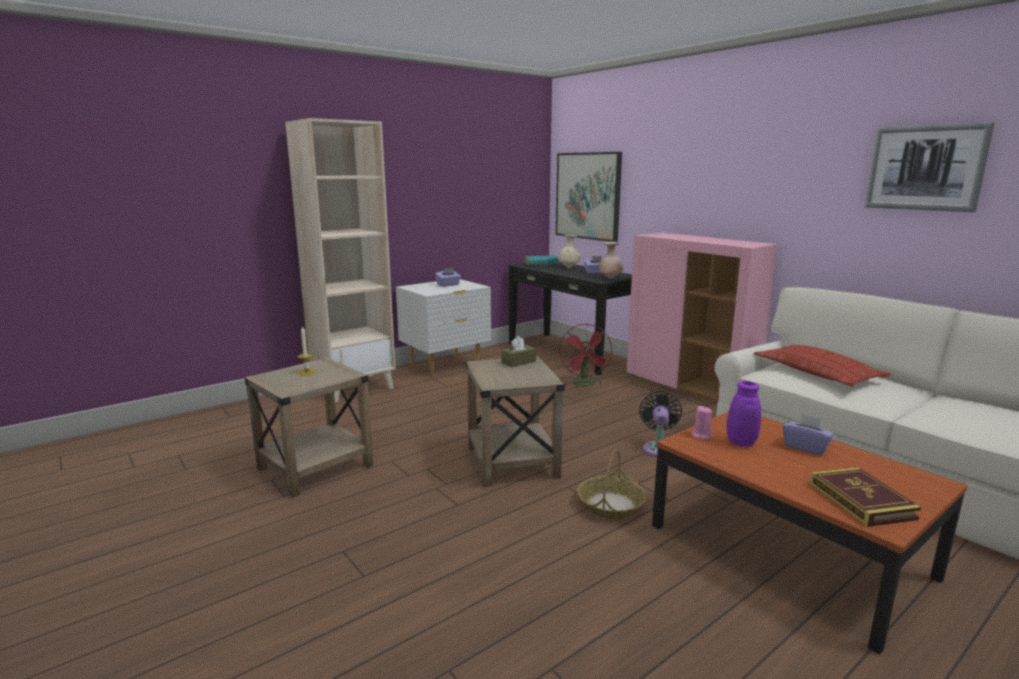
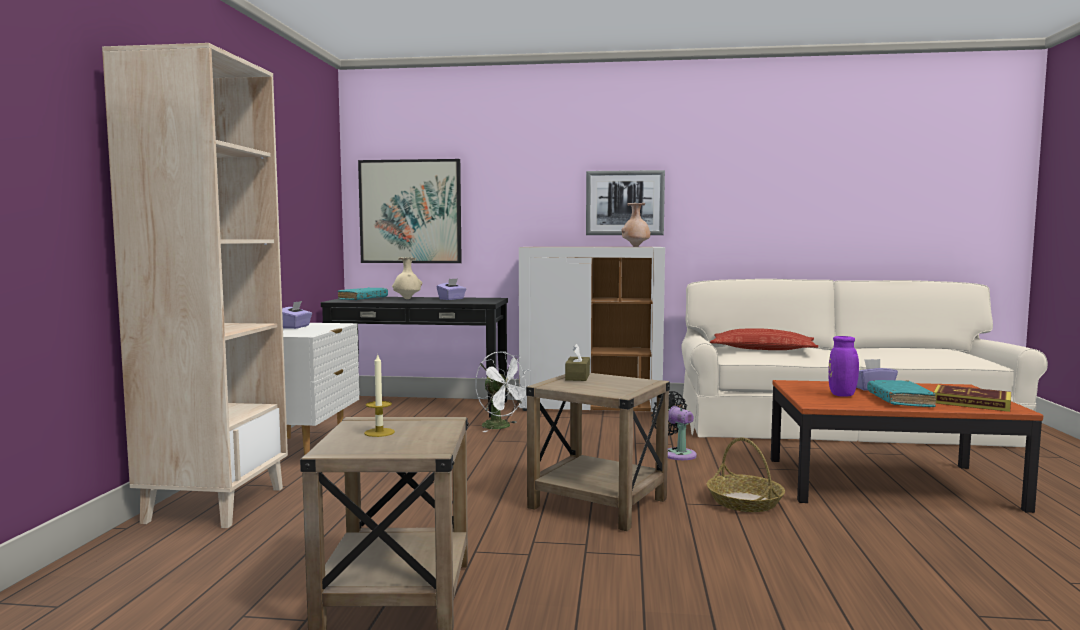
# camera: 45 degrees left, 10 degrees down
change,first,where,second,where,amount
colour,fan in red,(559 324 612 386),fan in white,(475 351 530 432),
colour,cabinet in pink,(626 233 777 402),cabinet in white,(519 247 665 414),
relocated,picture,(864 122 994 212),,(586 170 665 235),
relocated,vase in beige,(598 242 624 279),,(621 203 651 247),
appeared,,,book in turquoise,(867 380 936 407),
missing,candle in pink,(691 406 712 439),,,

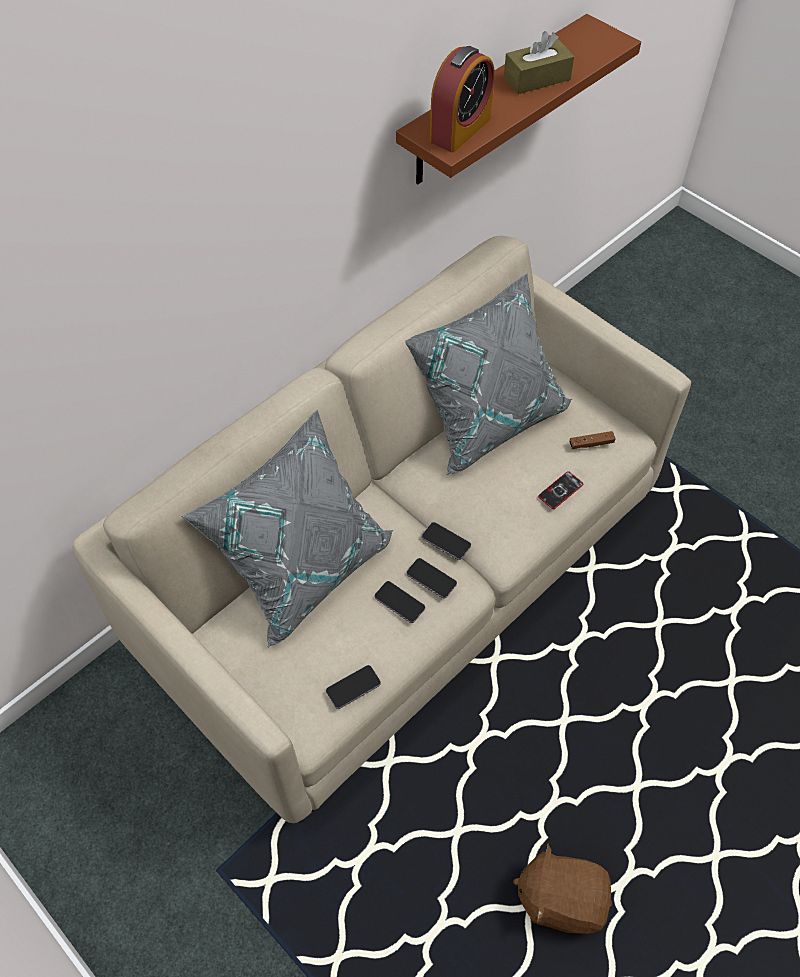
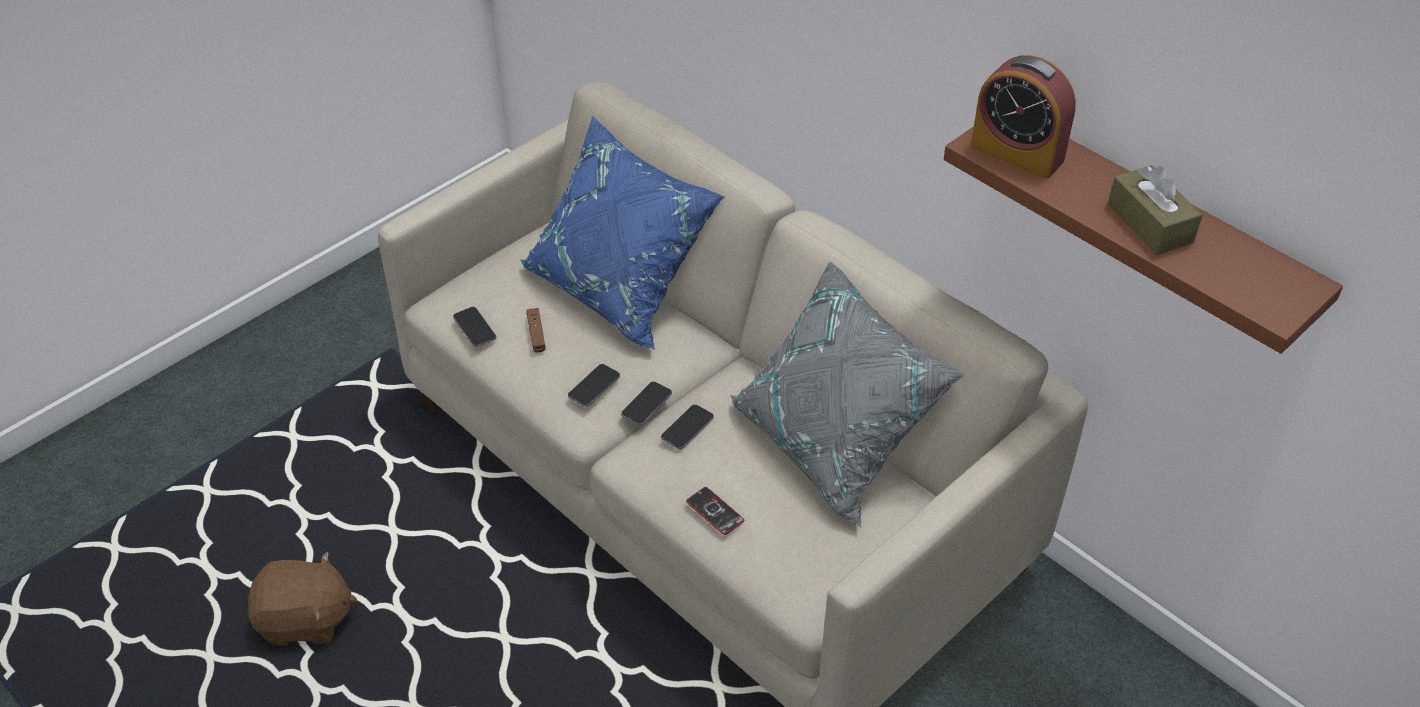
# camera: 90 degrees right, 10 degrees down
change,first,where,second,where,amount
spun,plush toy in brown,(513 844 612 934),,(248 552 357 646),75 degrees clockwise
colour,pillow in grey,(181 409 393 648),pillow in blue,(521 116 724 350),
relocated,game controller in brown,(569 431 615 449),,(527 308 545 353),
relocated,phone,(375 581 425 623),,(661 404 714 449),

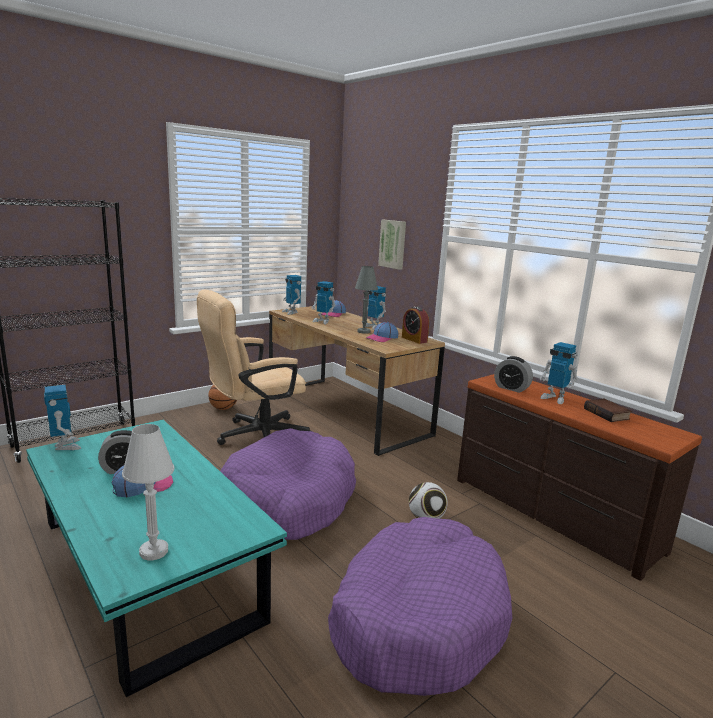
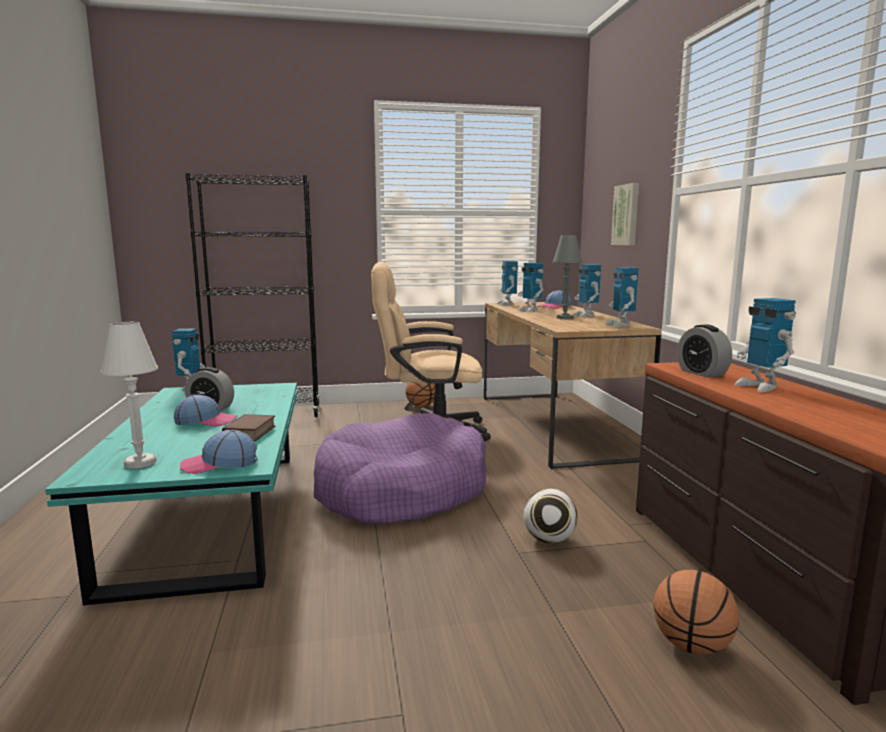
# camera: 30 degrees right, 5 degrees down
change,first,where,second,where,amount
relocated,cap,(366 322 398 342),,(180 430 258 474),
relocated,book,(584 398 632 422),,(222 414 276 441),
exchanged,alarm clock,(402 307 429 344),toy robot,(606 267 639 327),
appeared,,,basketball,(653 570 739 655),
missing,dog bed in purple,(328 517 512 696),,,

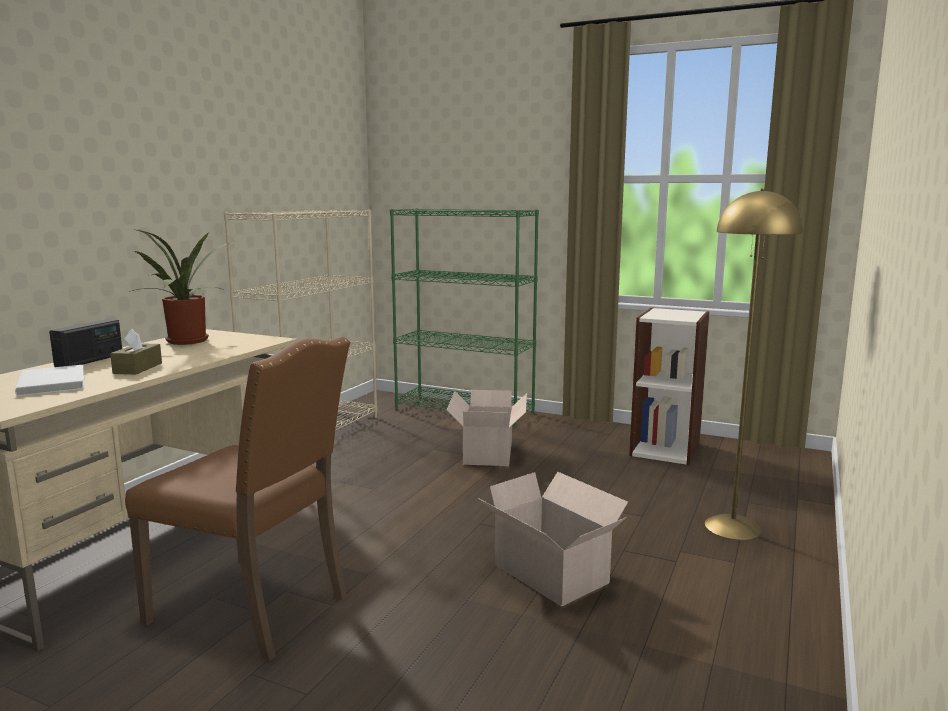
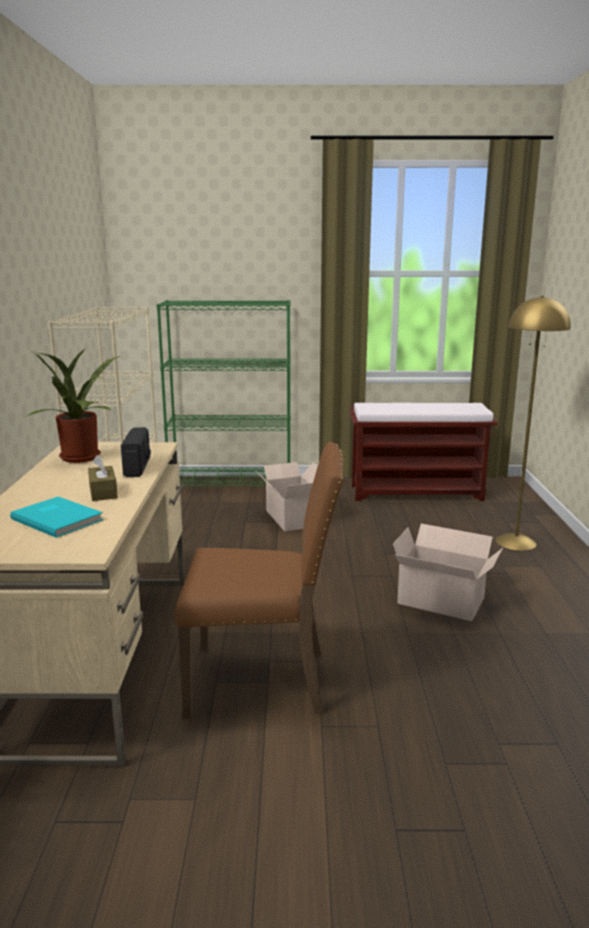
# camera: 25 degrees left, 5 degrees up
change,first,where,second,where,amount
colour,book in white,(15 365 84 396),book in turquoise,(10 497 103 538),
relocated,radio,(49 319 122 367),,(121 427 151 477),
exchanged,bookcase,(629 308 709 465),bench in brown,(350 403 498 501),

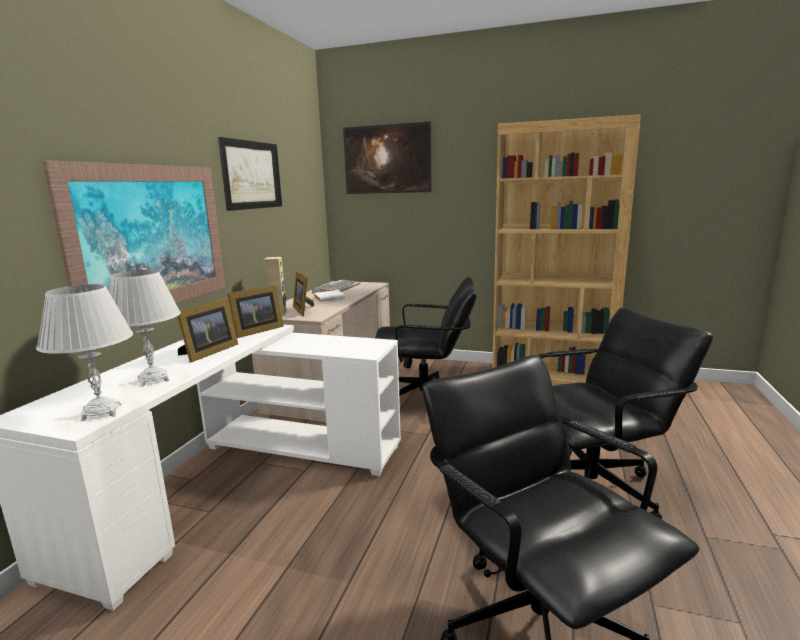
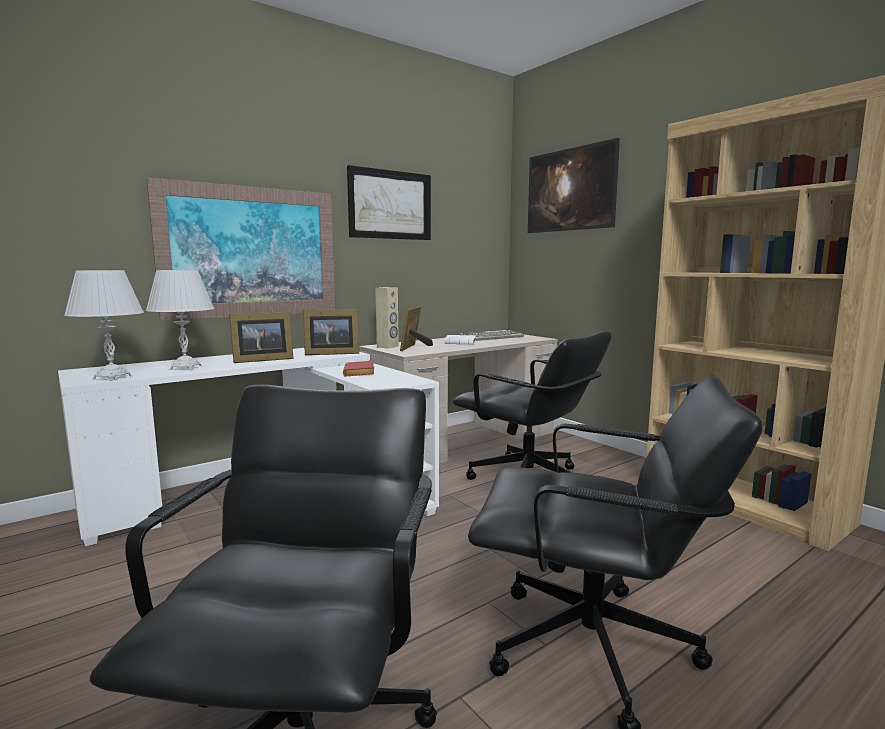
# camera: 35 degrees right, 5 degrees down
change,first,where,second,where,amount
appeared,,,book in red,(343 361 374 376),

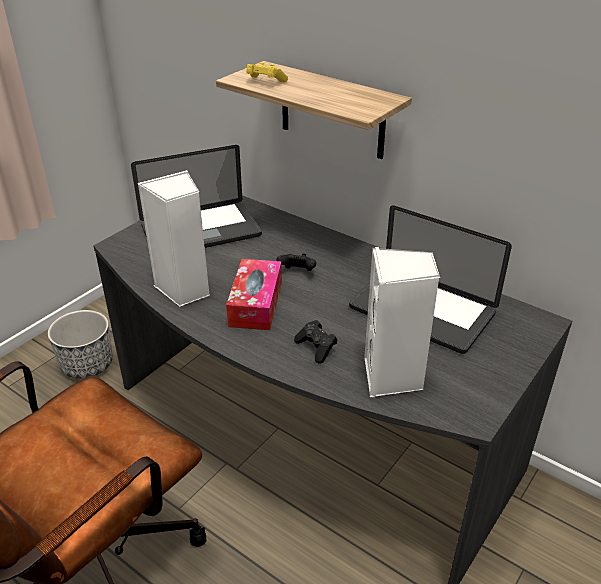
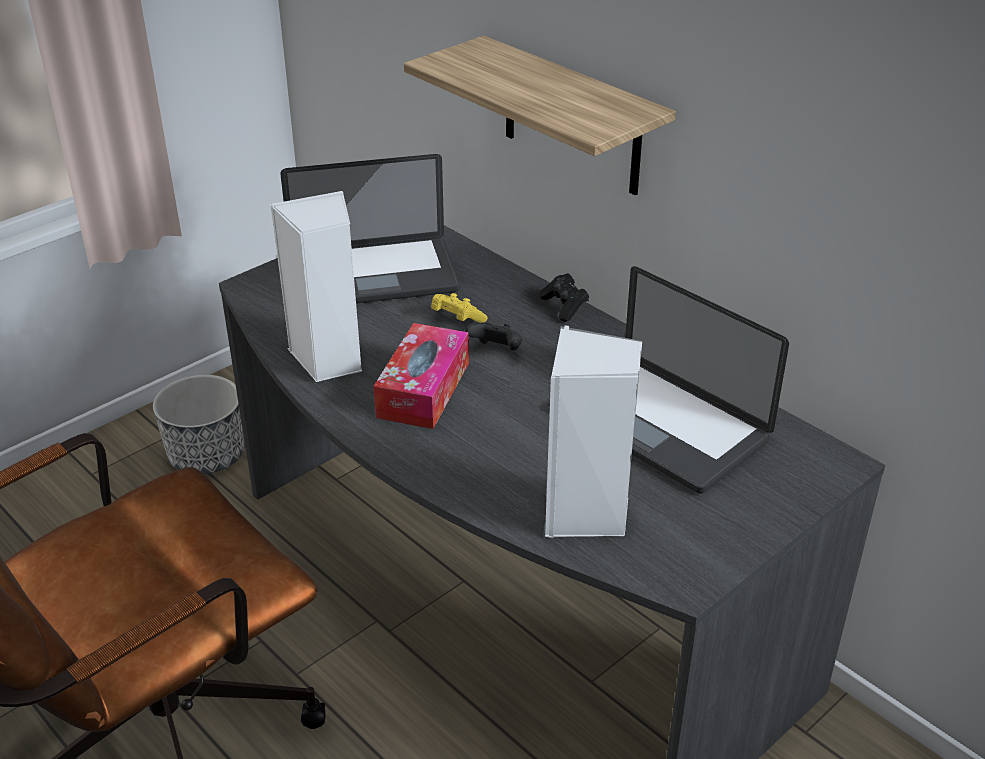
# camera: 10 degrees right, 0 degrees up
change,first,where,second,where,amount
relocated,game controller in yellow,(246 62 288 83),,(431 293 488 323),
relocated,game controller in black,(294 320 337 363),,(539 273 589 322),

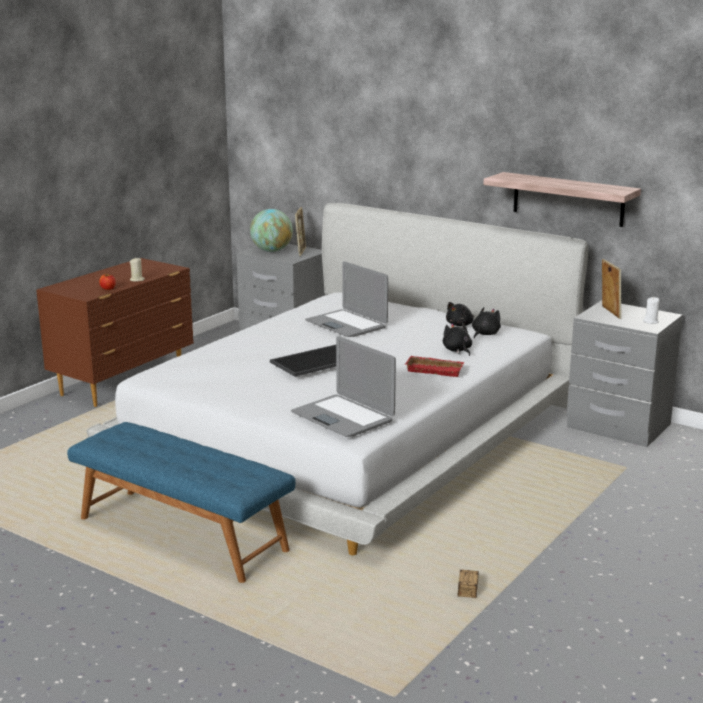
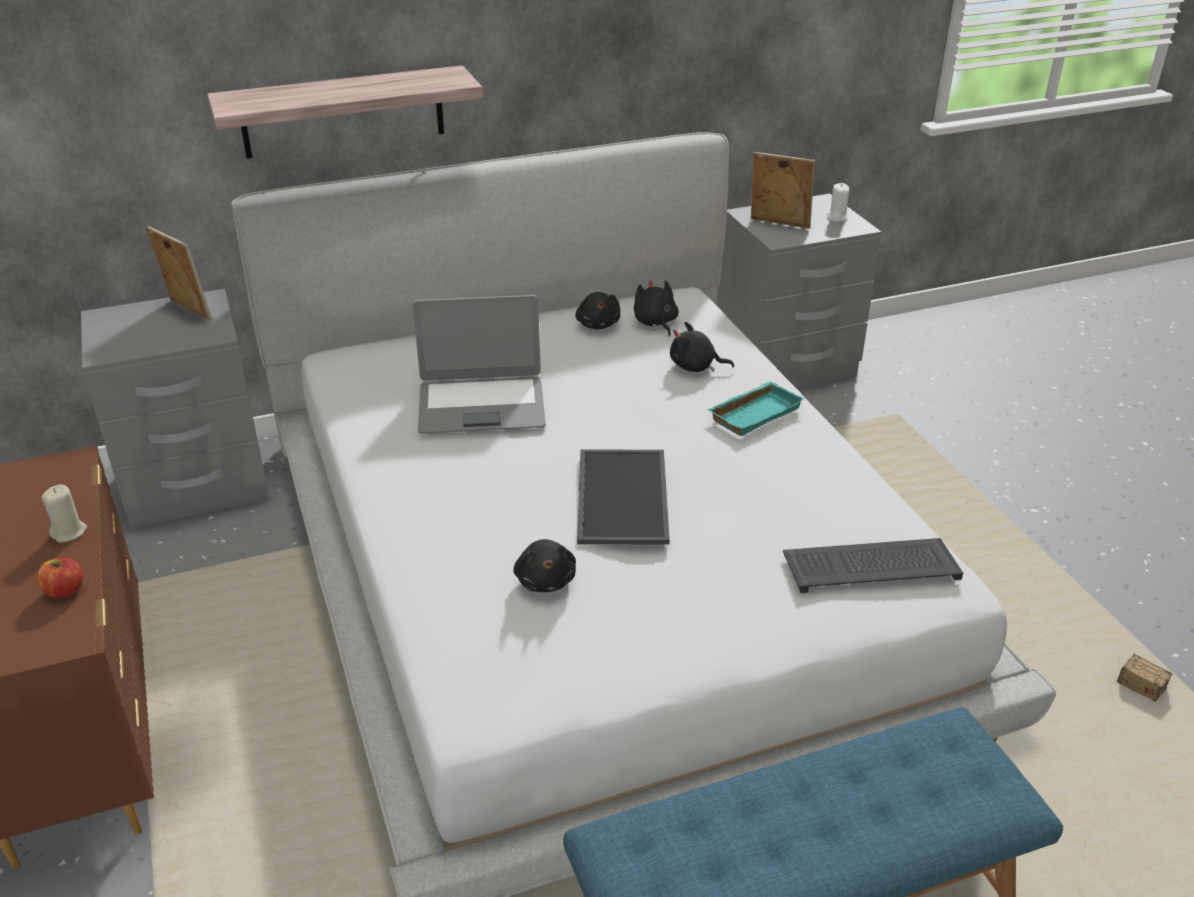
# camera: 55 degrees left, 15 degrees up
change,first,where,second,where,amount
relocated,shelf,(483 172 641 227),,(207 65 483 159),
appeared,,,plush toy in black,(513 539 576 592),
colour,tray in red,(405 356 465 377),tray in turquoise,(707 381 804 436),
exchanged,laptop,(291 337 396 437),keyboard,(783 538 963 593),
missing,globe,(250 209 293 252),,,

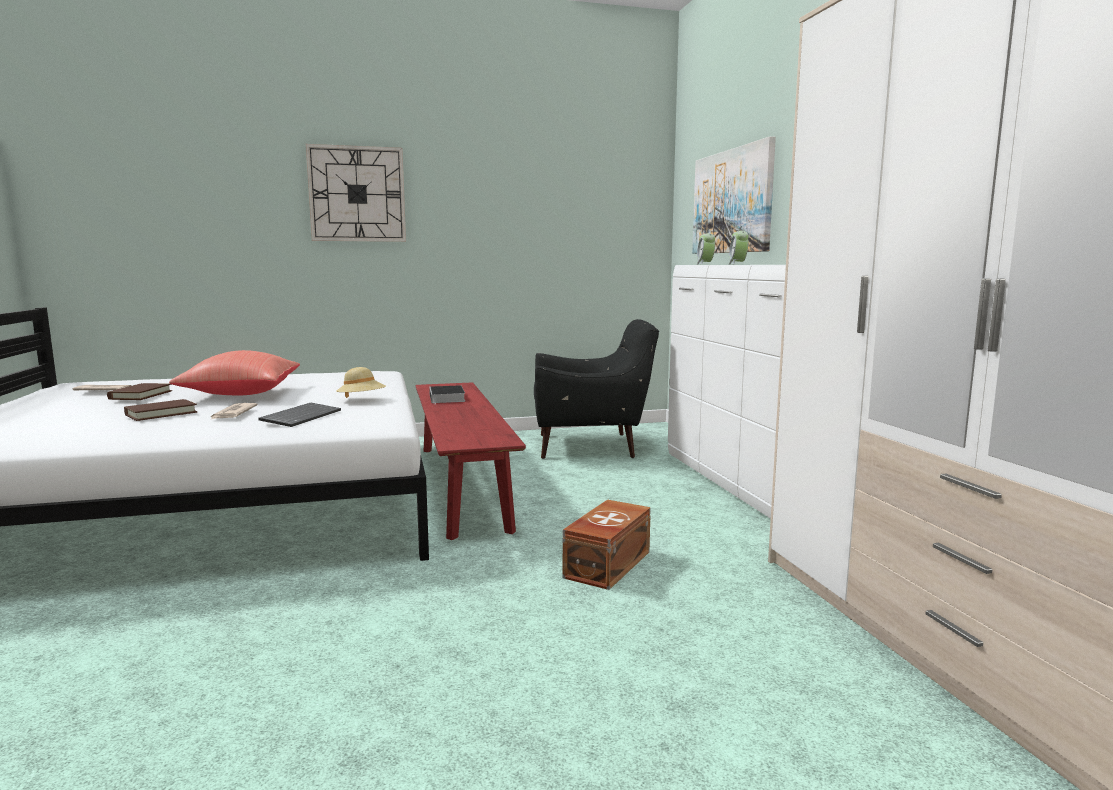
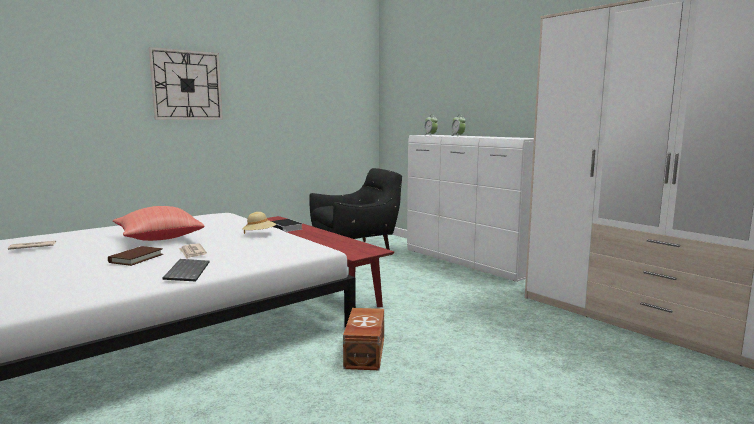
# camera: 25 degrees left, 0 degrees up
change,first,where,second,where,amount
relocated,keyboard,(258 403 341 427),,(163 259 209 282),
relocated,storage box in brown,(563 500 651 590),,(343 308 384 370),
missing,book in brown,(107 383 172 400),,,
missing,picture,(692 136 776 254),,,

